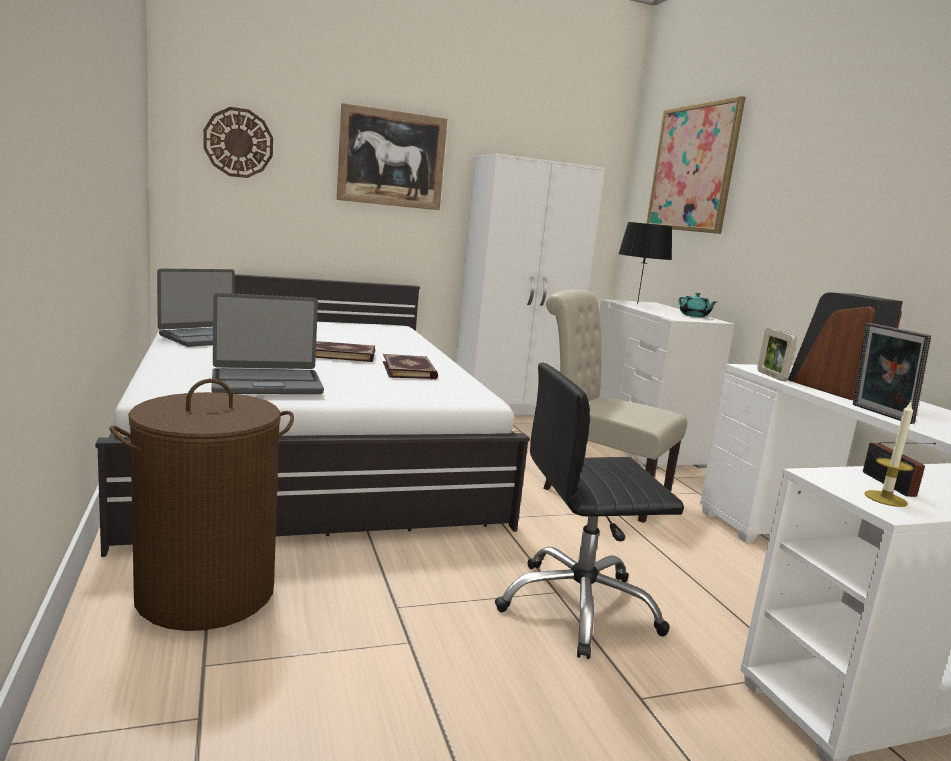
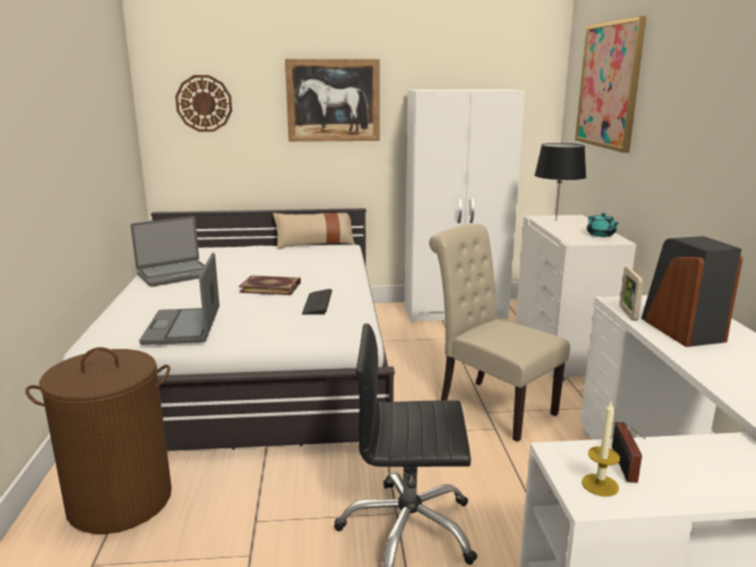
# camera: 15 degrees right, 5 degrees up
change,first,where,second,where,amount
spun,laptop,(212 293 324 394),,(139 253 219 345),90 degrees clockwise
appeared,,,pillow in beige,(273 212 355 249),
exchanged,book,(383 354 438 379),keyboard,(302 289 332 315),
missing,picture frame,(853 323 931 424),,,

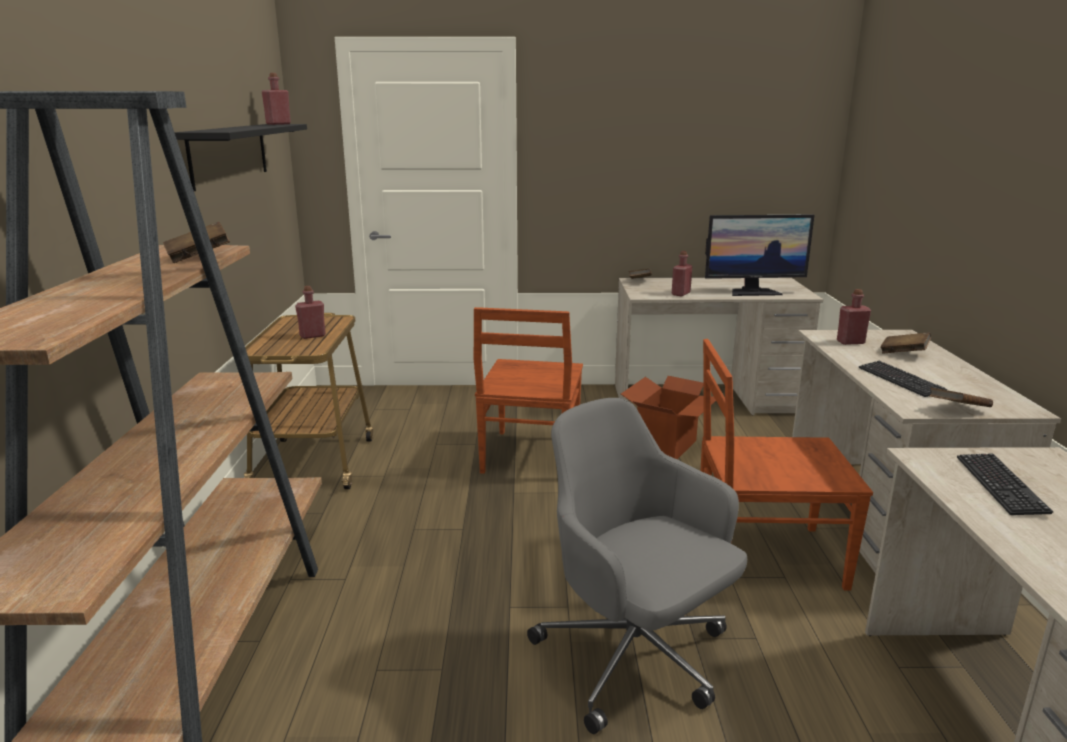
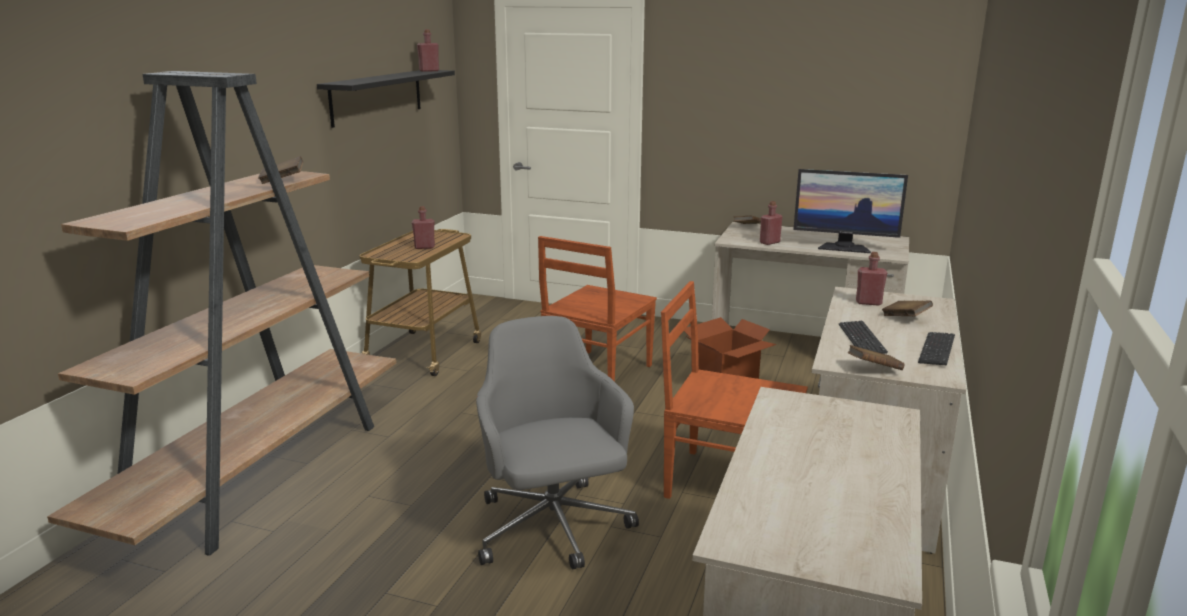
# camera: 20 degrees right, 0 degrees up
change,first,where,second,where,amount
relocated,keyboard,(957 453 1053 515),,(918 332 955 365),

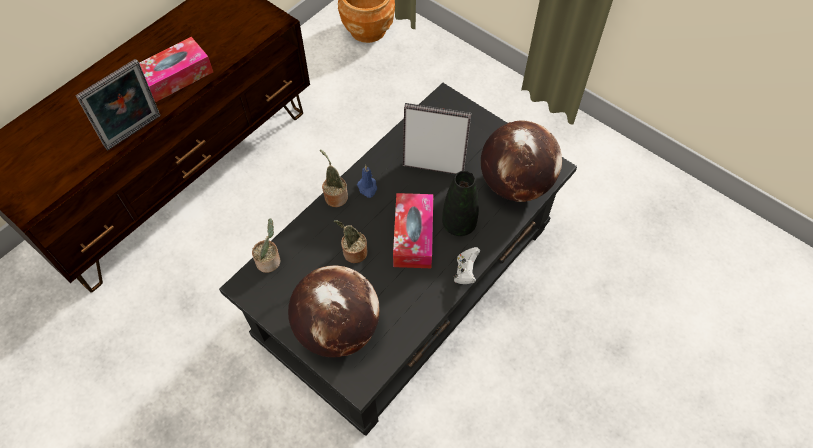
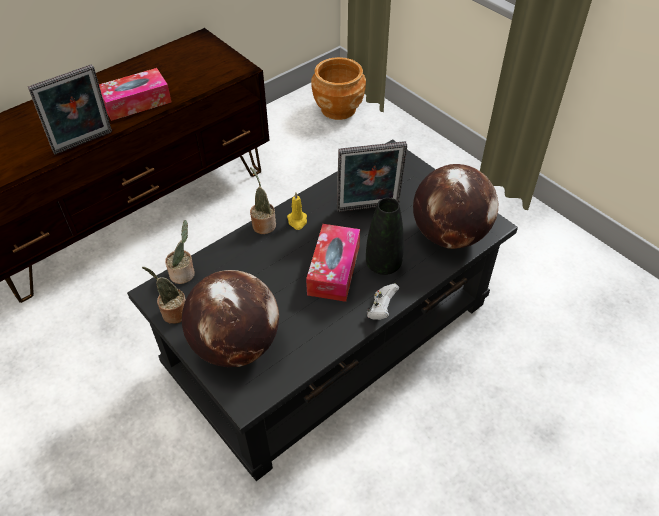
# camera: 10 degrees right, 10 degrees down
change,first,where,second,where,amount
relocated,potted plant,(334 220 368 263),,(142 267 186 324),
colour,candle in blue,(357 165 377 198),candle in yellow,(287 192 307 230),
spun,picture frame,(403 103 471 175),,(337 141 407 212),150 degrees clockwise

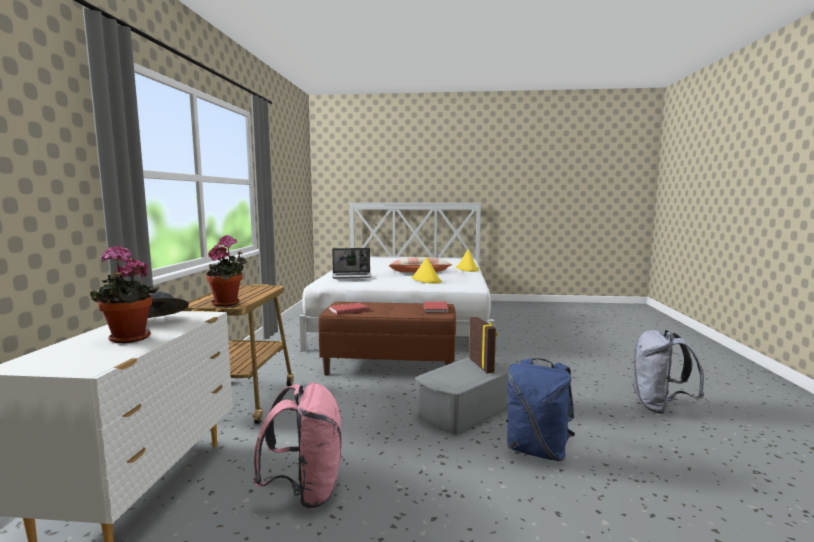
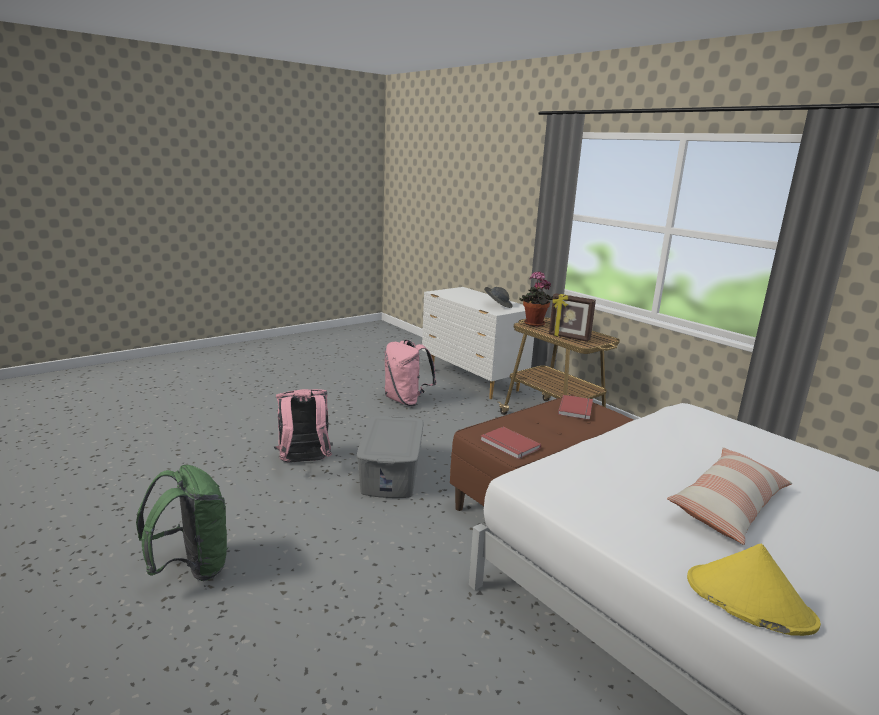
# camera: 135 degrees right, 10 degrees up
change,first,where,second,where,amount
colour,backpack in grey,(632 330 704 414),backpack in green,(136 465 229 581),
colour,backpack in blue,(506 358 575 461),backpack in pink,(274 389 333 462),
relocated,picture frame,(469 317 497 373),,(549 293 596 342),
missing,potted plant,(90 245 159 343),,,
missing,laptop,(332 248 372 279),,,
missing,hat in yellow,(412 257 442 284),,,

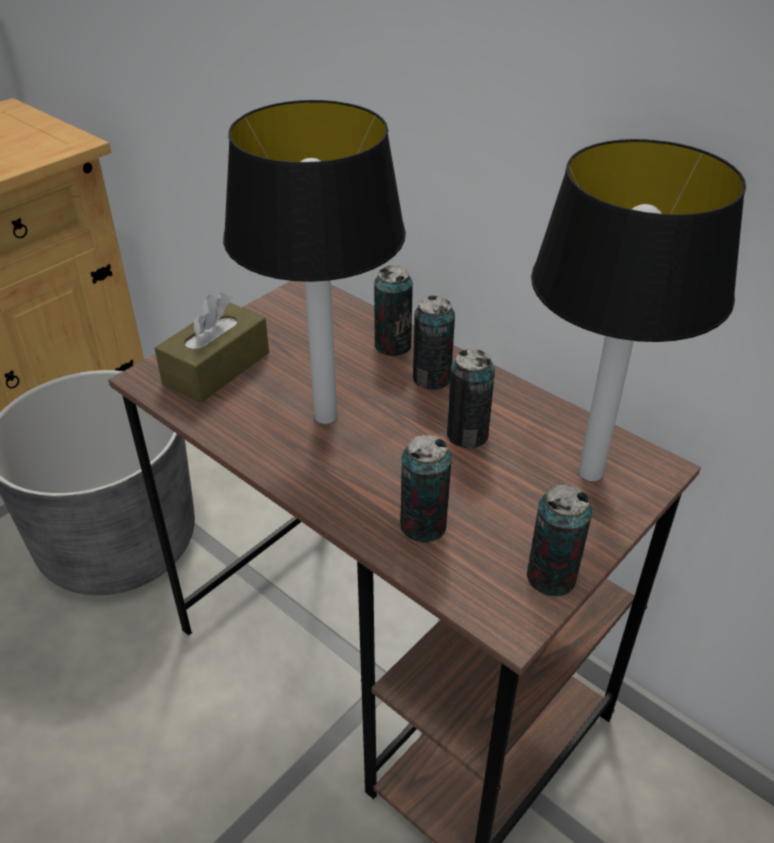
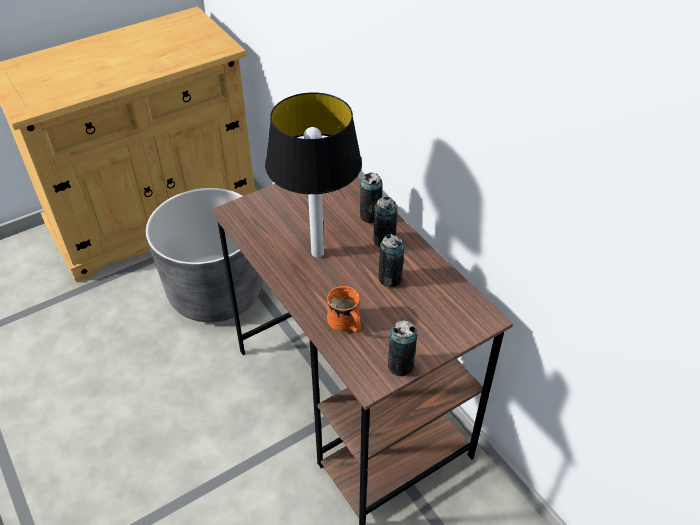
# camera: 15 degrees right, 5 degrees up
change,first,where,second,where,amount
exchanged,can,(400 435 452 543),mug in orange,(327 286 361 332),
missing,tissue box in brown,(155 293 269 403),,,
missing,table lamp,(531 139 746 481),,,

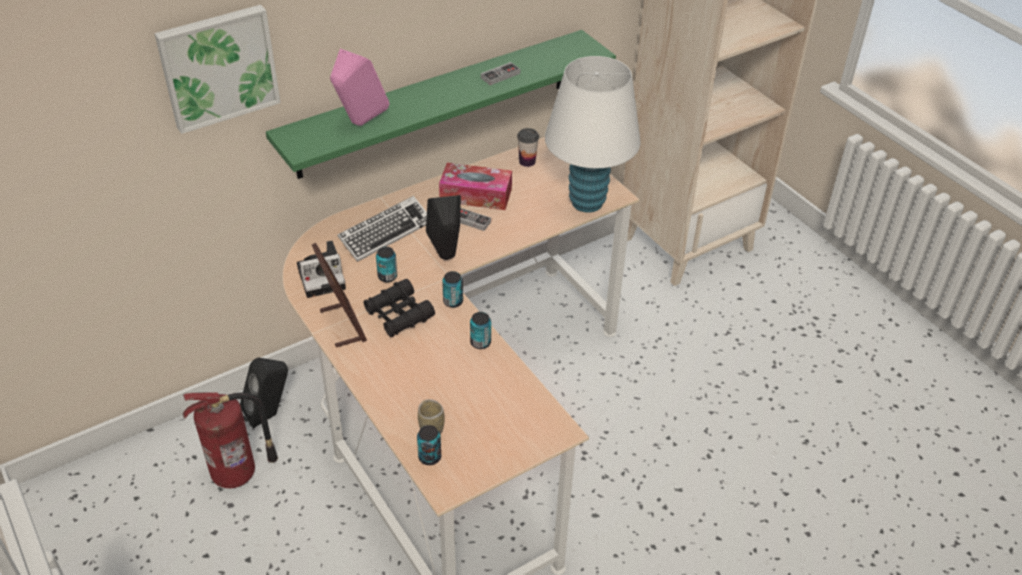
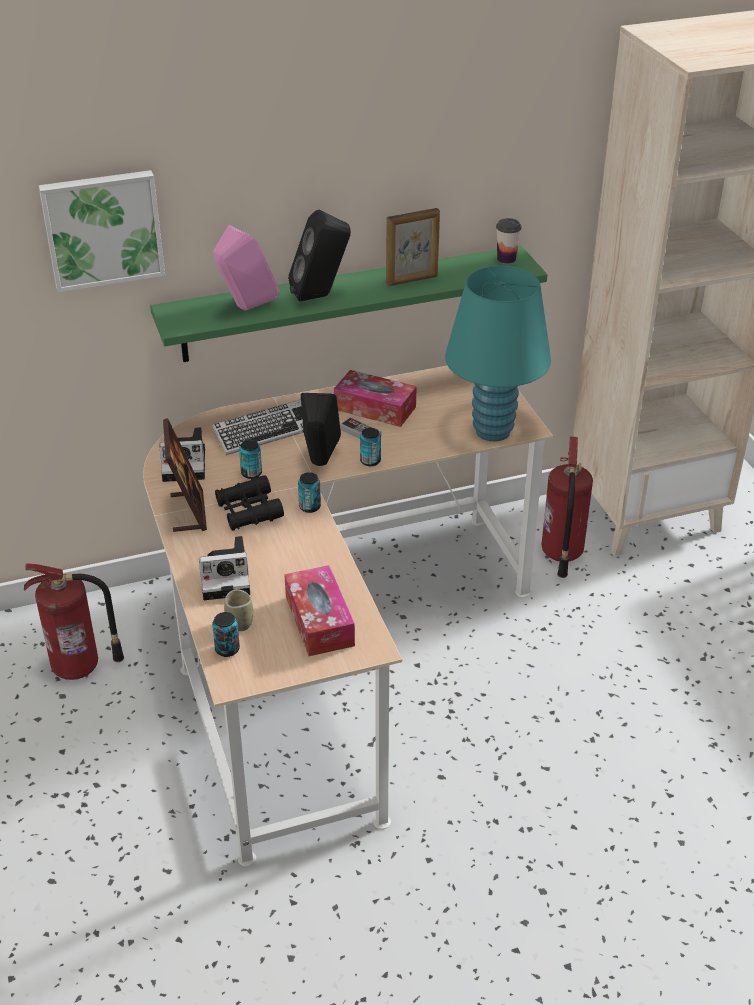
# camera: 15 degrees right, 5 degrees down
change,first,where,second,where,amount
appeared,,,photo camera,(199 536 250 600),
appeared,,,tissue box,(284 565 355 656),
relocated,speaker in black,(240 357 288 428),,(288 209 351 302),
relocated,can,(470 312 491 349),,(360 428 381 466),
exchanged,game controller,(481 62 520 85),picture frame,(386 208 440 286),
colour,table lamp in white,(545 56 640 213),table lamp in turquoise,(445 266 551 441),
relocated,cup,(517 128 539 167),,(496 218 521 264),
appeared,,,fire extinguisher,(542 437 593 578),

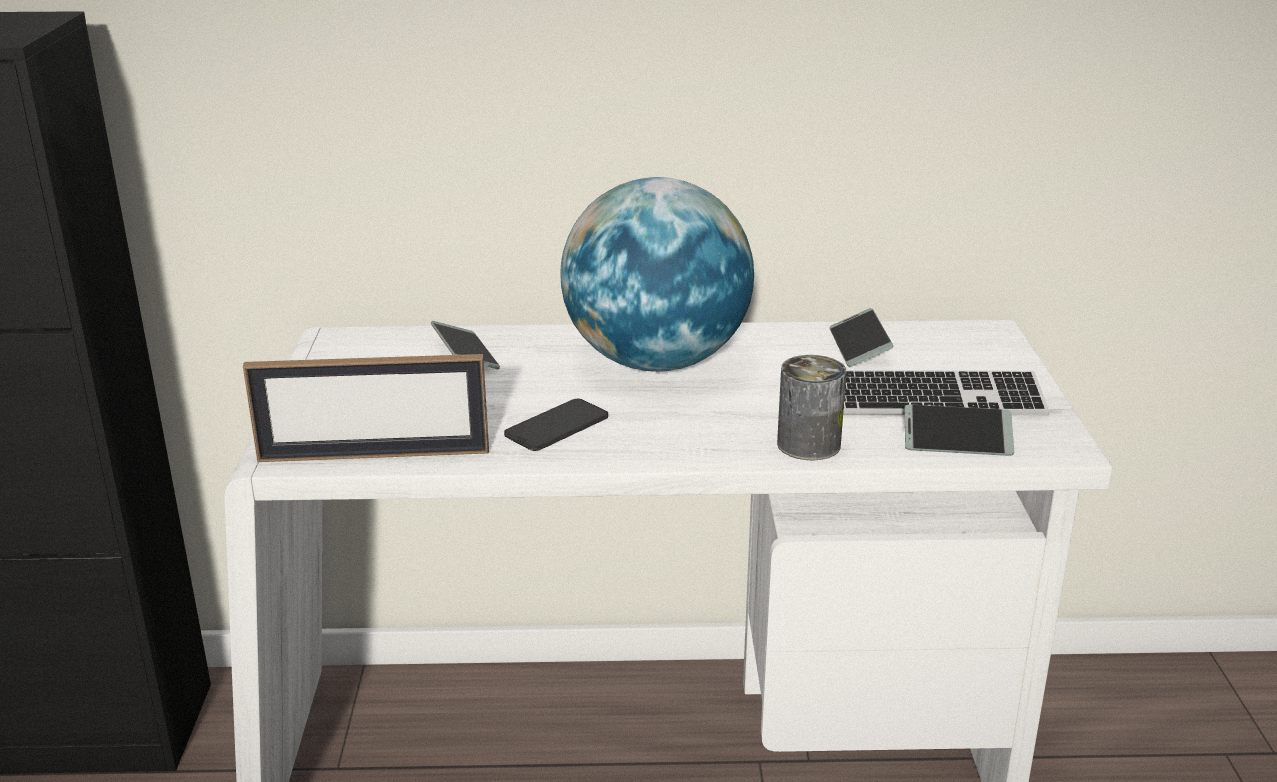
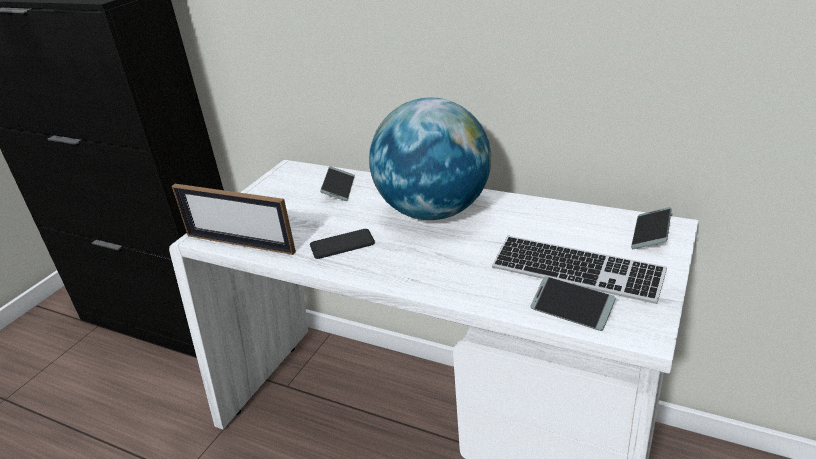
# camera: 30 degrees right, 5 degrees up
change,first,where,second,where,amount
relocated,phone,(829 308 893 367),,(631 207 672 249),
missing,can,(777 355 846 460),,,

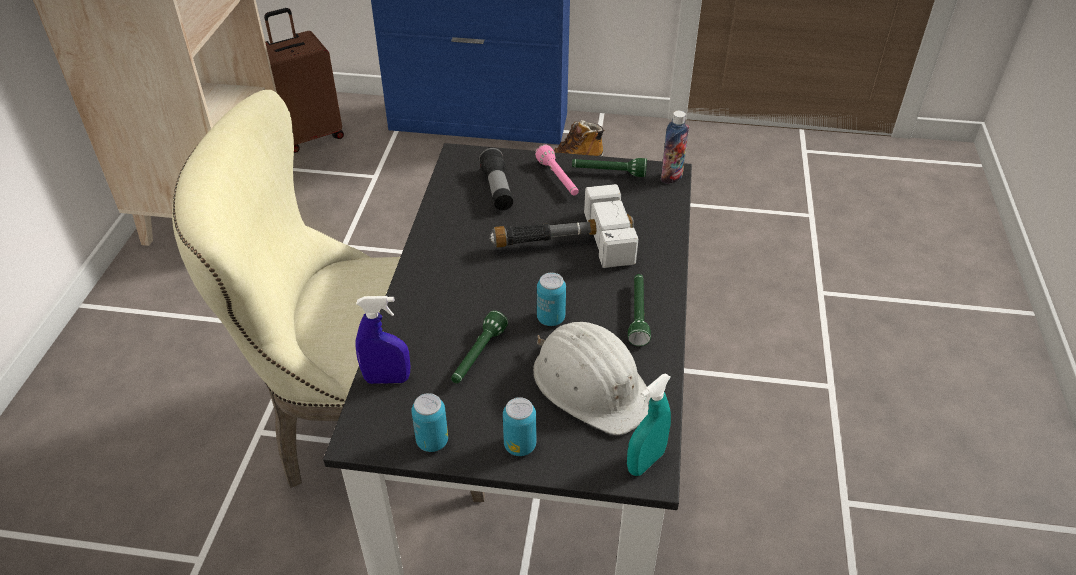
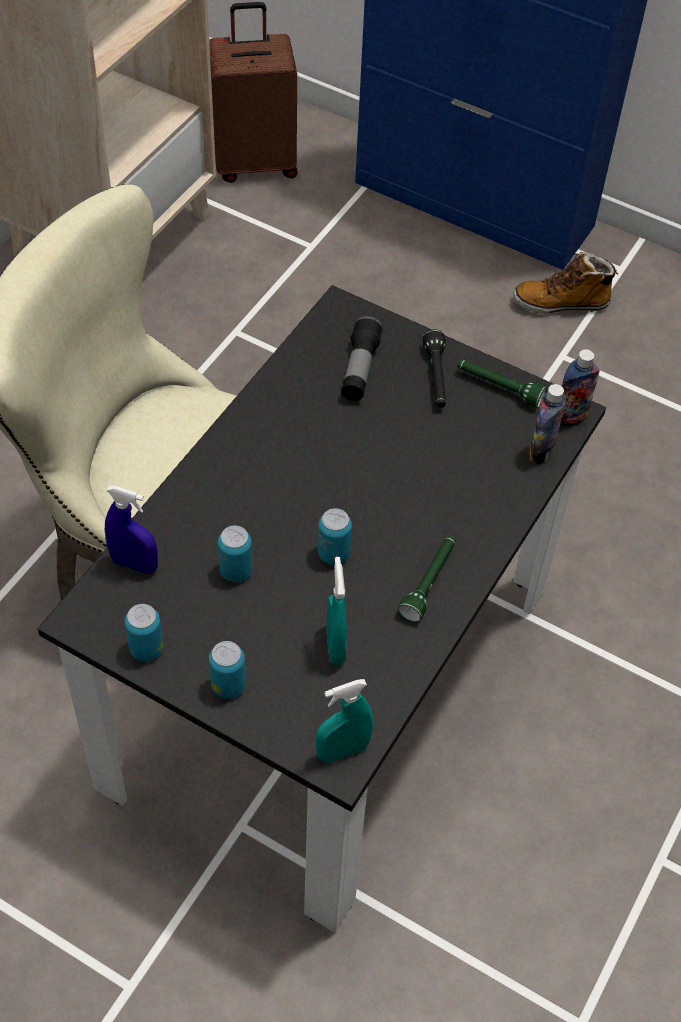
# camera: 20 degrees right, 10 degrees up
change,first,where,second,where,amount
exchanged,flashlight in green,(451 311 508 383),can,(218 525 252 582),
exchanged,hard hat in white,(533 322 649 435),spray bottle in turquoise,(326 557 347 666),
colour,flashlight in pink,(535 144 579 195),flashlight in black,(423 329 446 408),
appeared,,,bottle,(529 384 566 465),
missing,hammer,(489 184 639 268),,,

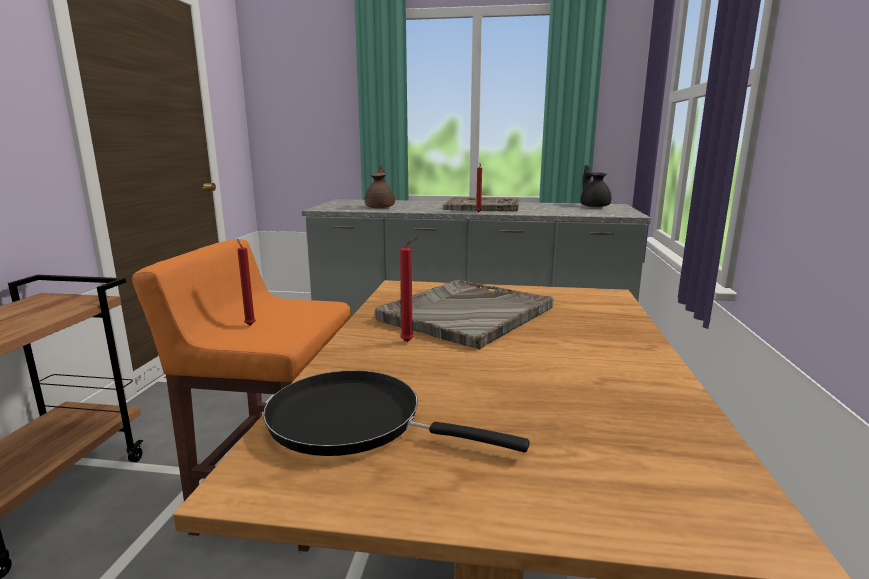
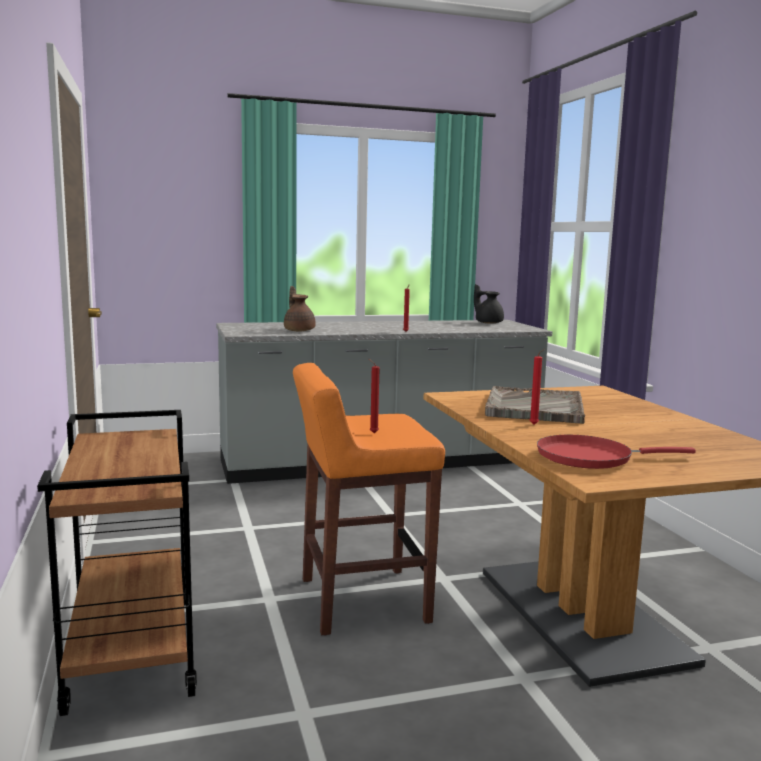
# camera: 25 degrees left, 5 degrees down
change,first,where,second,where,amount
colour,frying pan in black,(263 370 530 456),frying pan in red,(537 435 696 469),
missing,tray in grey,(443 197 519 211),,,

